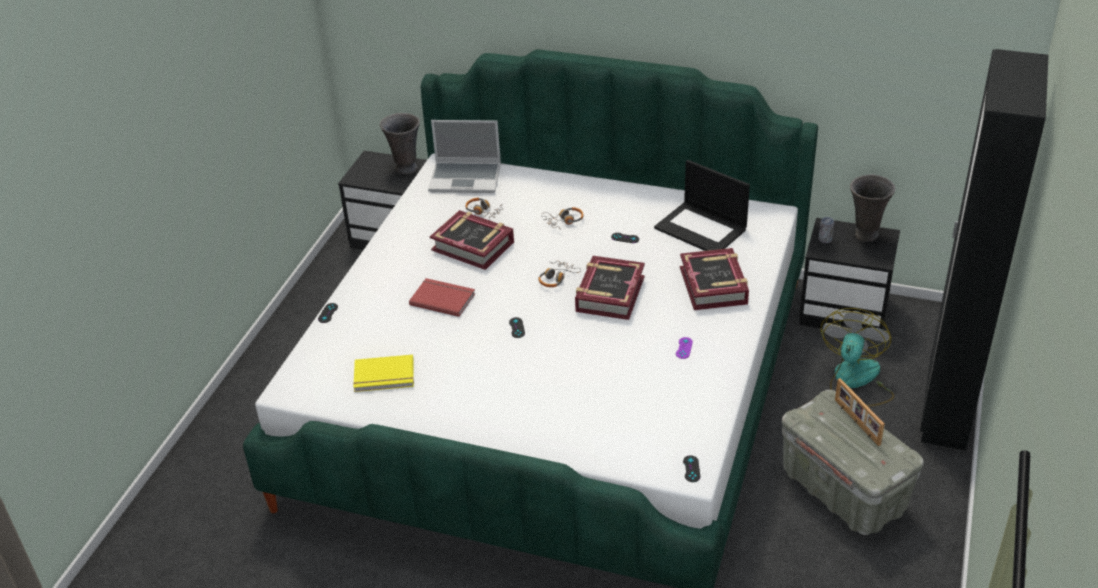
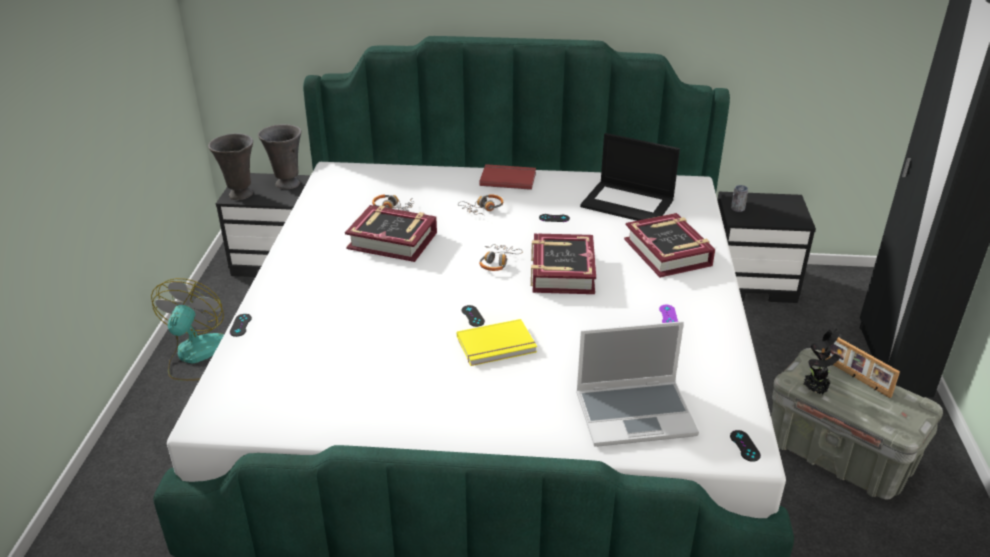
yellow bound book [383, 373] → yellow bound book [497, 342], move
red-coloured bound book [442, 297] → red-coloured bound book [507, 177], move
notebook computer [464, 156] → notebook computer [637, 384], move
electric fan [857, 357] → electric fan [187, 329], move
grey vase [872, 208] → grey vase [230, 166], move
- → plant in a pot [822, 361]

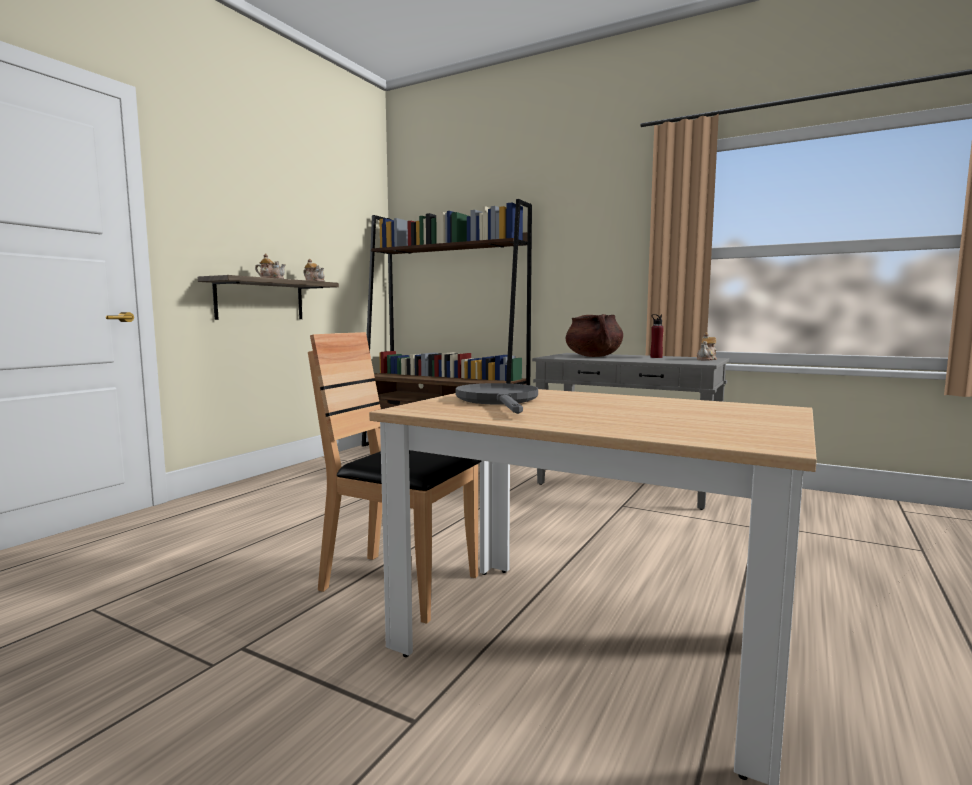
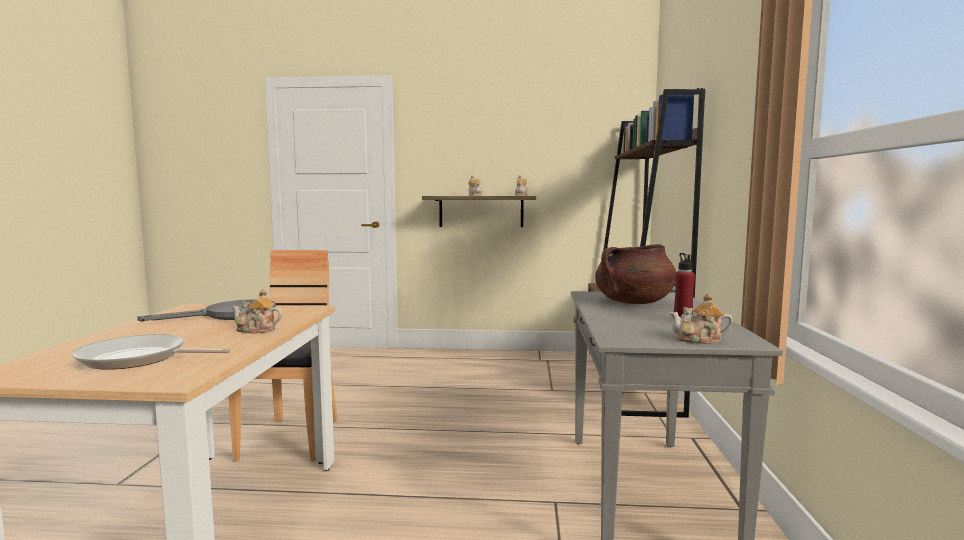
- → frying pan [151, 352]
- → tea pot [257, 311]

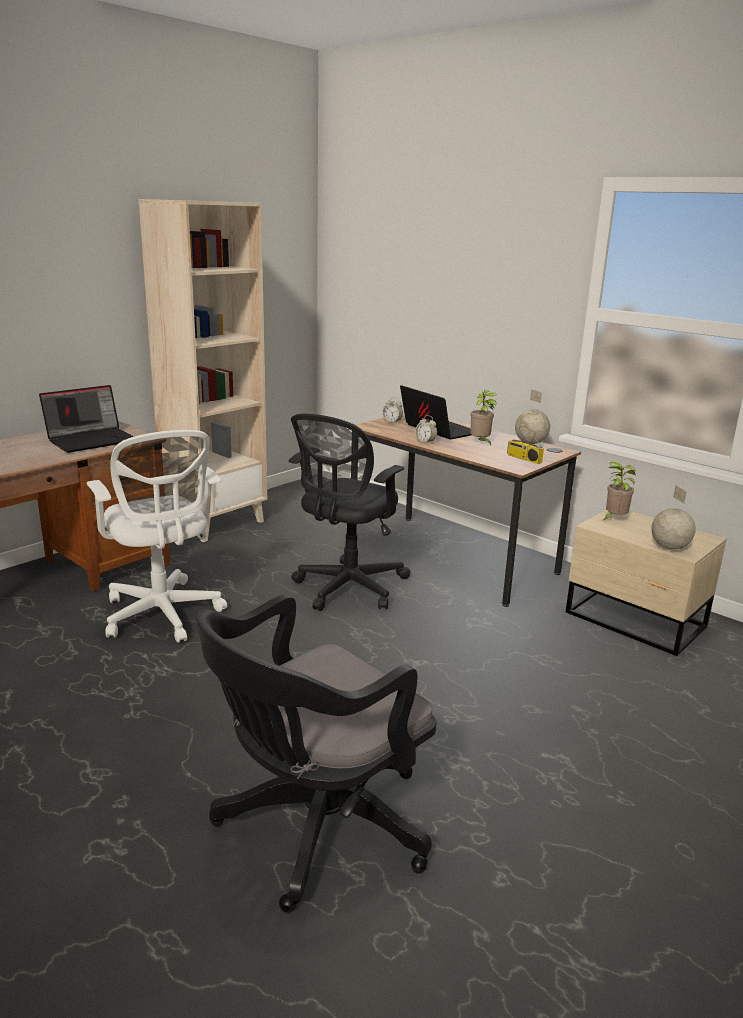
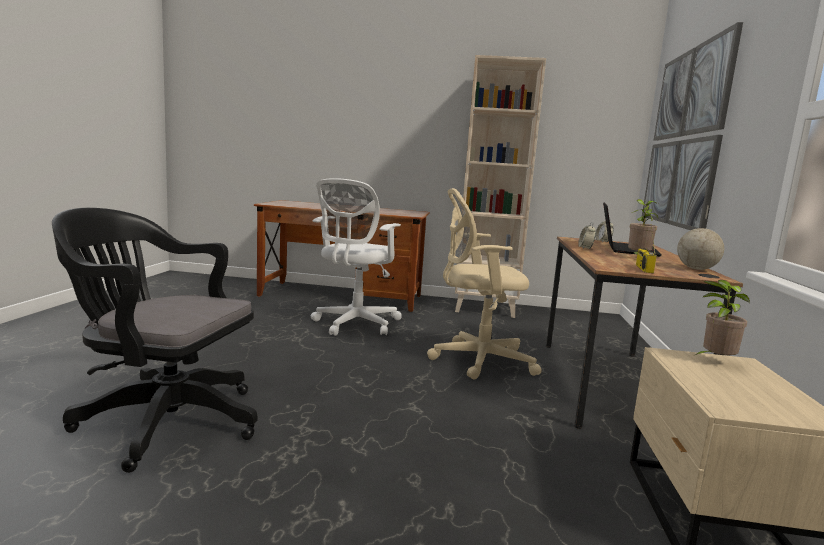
notebook computer [86, 419] → -
black-coloured office chair [349, 512] → beige office chair [484, 284]
globe [673, 517] → -
- → wall art [692, 126]

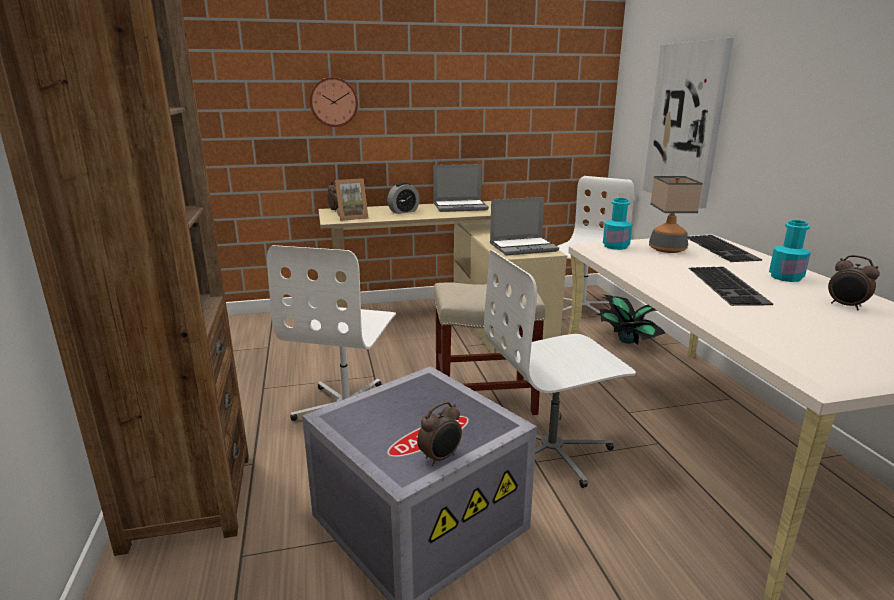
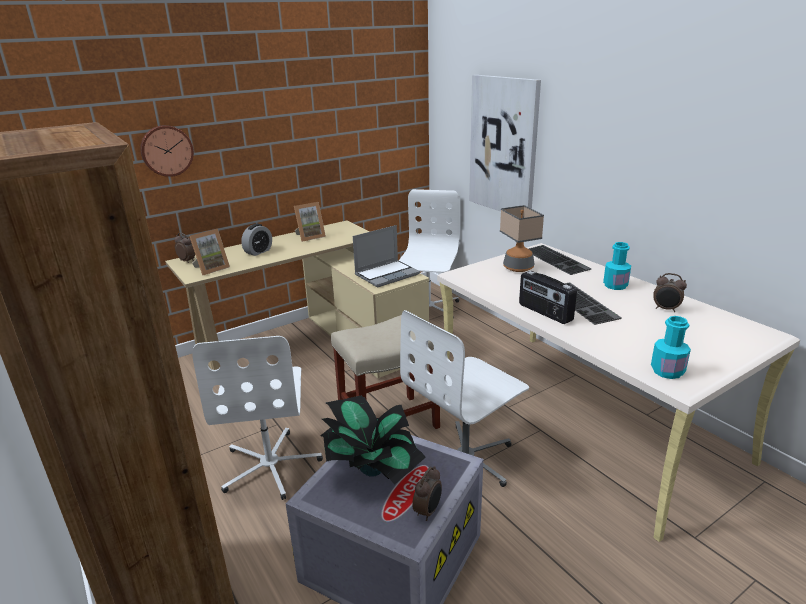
notebook computer [461, 188] → standing frame [310, 222]
plant in a pot [630, 319] → plant in a pot [373, 440], move
turquoise-coloured beverage bottle [617, 224] → turquoise-coloured beverage bottle [671, 347], move
- → radio [548, 297]

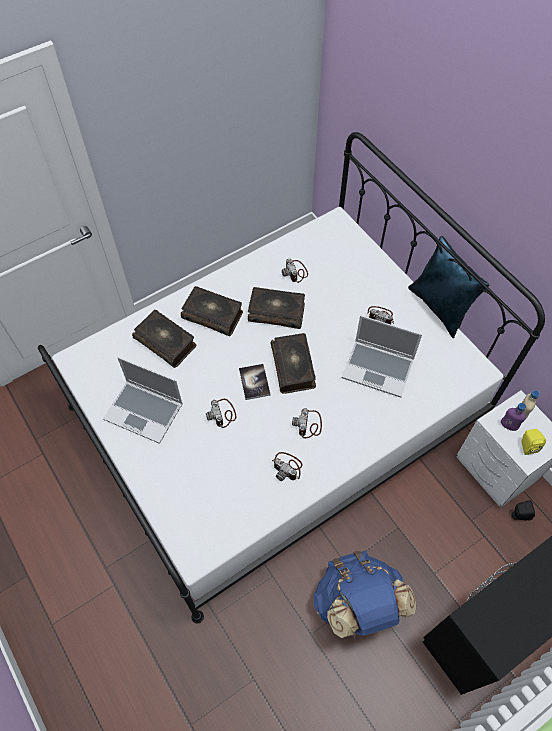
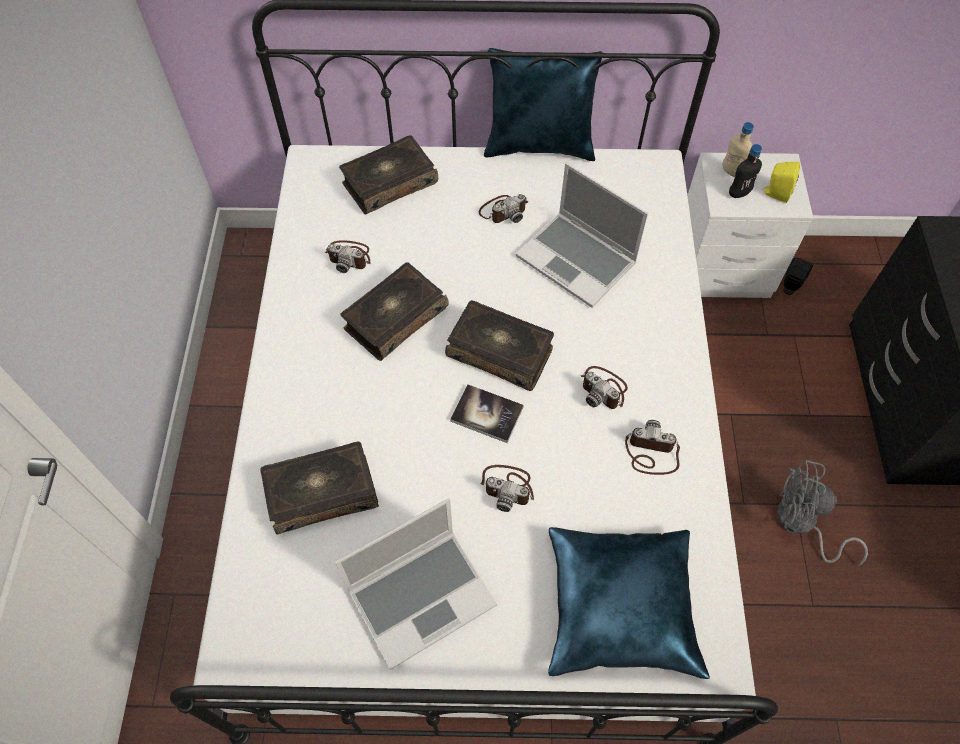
bound book [212, 311] → bound book [388, 174], move
still camera [287, 466] → still camera [652, 447], 150 degrees counterclockwise
blue rucksack [365, 594] → grey electric fan [822, 512]
notebook computer [382, 356] → notebook computer [582, 235], 75 degrees clockwise
purple beverage bottle [513, 417] → black-coloured beverage bottle [745, 171]
- → blue throw pillow [629, 603]

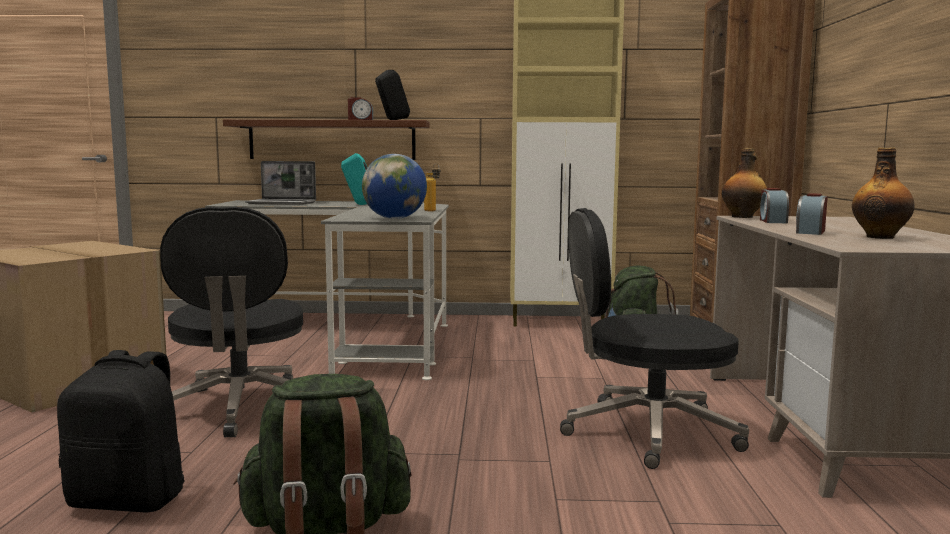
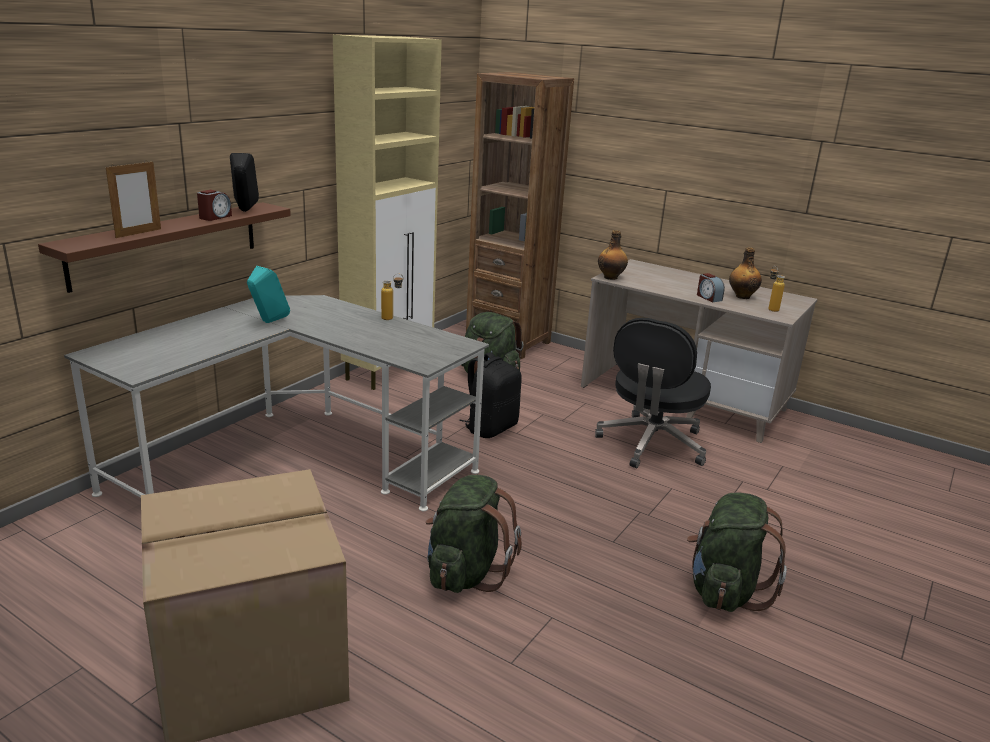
black-coloured rucksack [121, 431] → black-coloured rucksack [490, 395], move
black-coloured office chair [231, 322] → greenish rucksack [474, 534]
notebook computer [280, 183] → -
globe [394, 186] → -
alarm clock [774, 205] → -
- → standing frame [133, 199]
- → beverage bottle [776, 289]

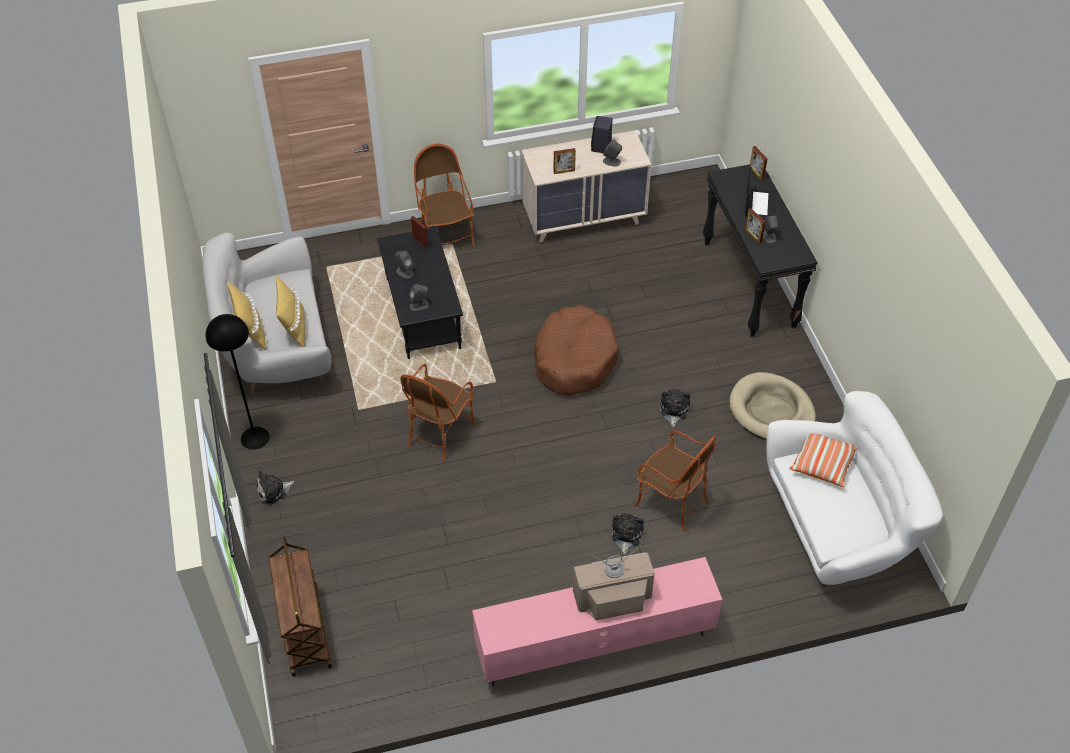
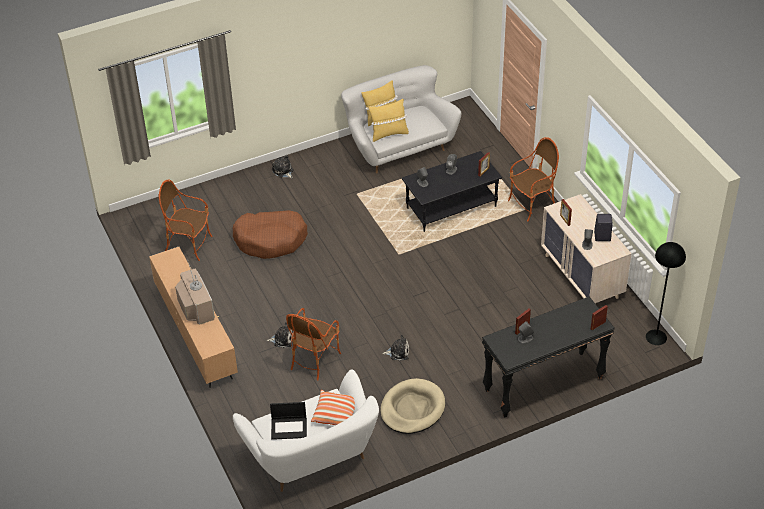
black-coloured floor lamp [237, 382] → black-coloured floor lamp [666, 293], move
brownish cart [300, 606] → -
easy chair [438, 412] → easy chair [185, 220], move
pink tv unit [597, 621] → brownish tv unit [193, 317]
brownish pet bed [576, 350] → brownish pet bed [270, 234], move
notebook computer [761, 193] → notebook computer [288, 421], move

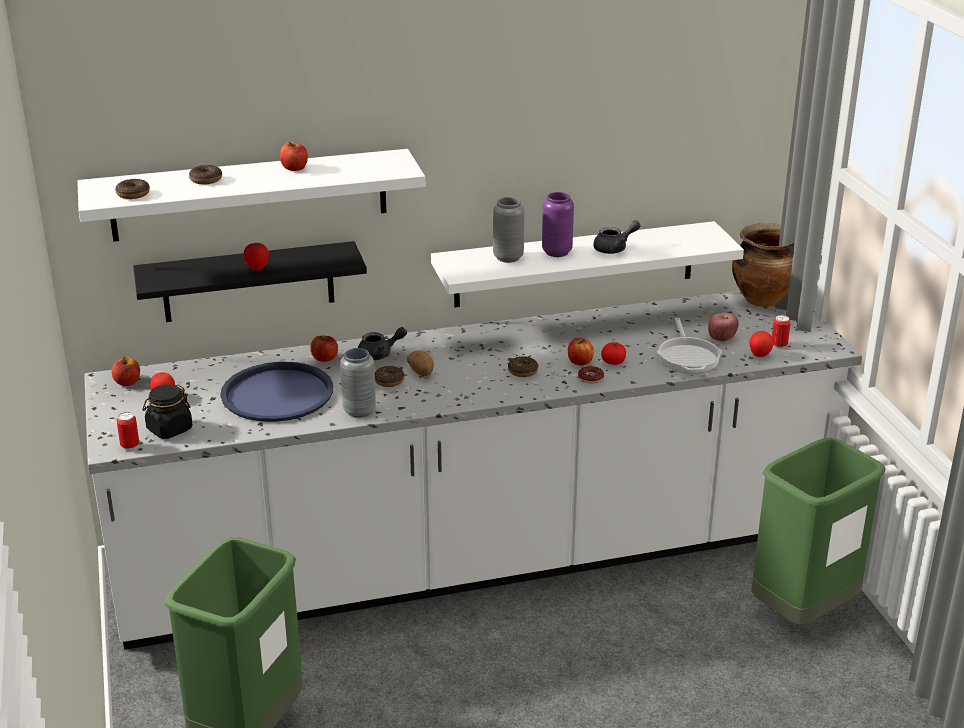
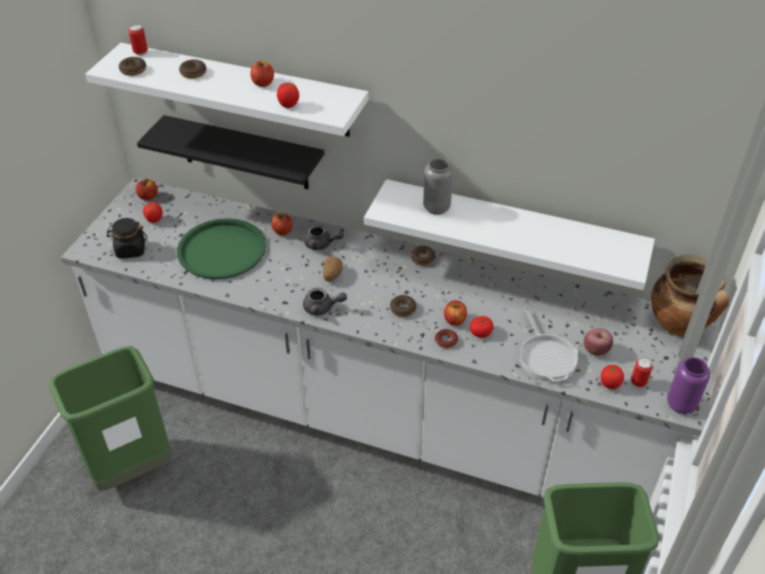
metal can [128, 431] → metal can [138, 40], move
blue carrying tray [276, 392] → greenish carrying tray [221, 248]
whole tomato [256, 257] → whole tomato [288, 95], move
grey vase [358, 383] → -
donut [390, 376] → donut [422, 256], move
purple vase [558, 224] → purple vase [688, 385], move
grey tea pot [617, 237] → grey tea pot [325, 302], move
frying pan [689, 346] → frying pan [548, 344], 45 degrees counterclockwise

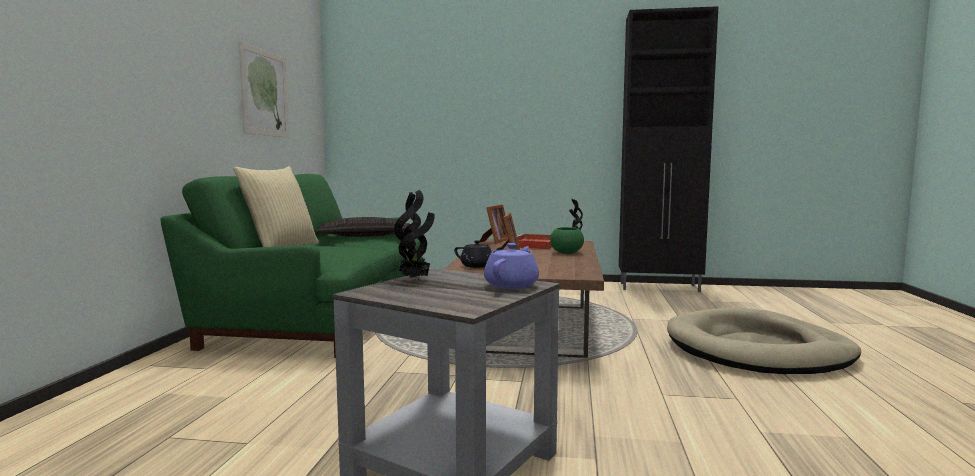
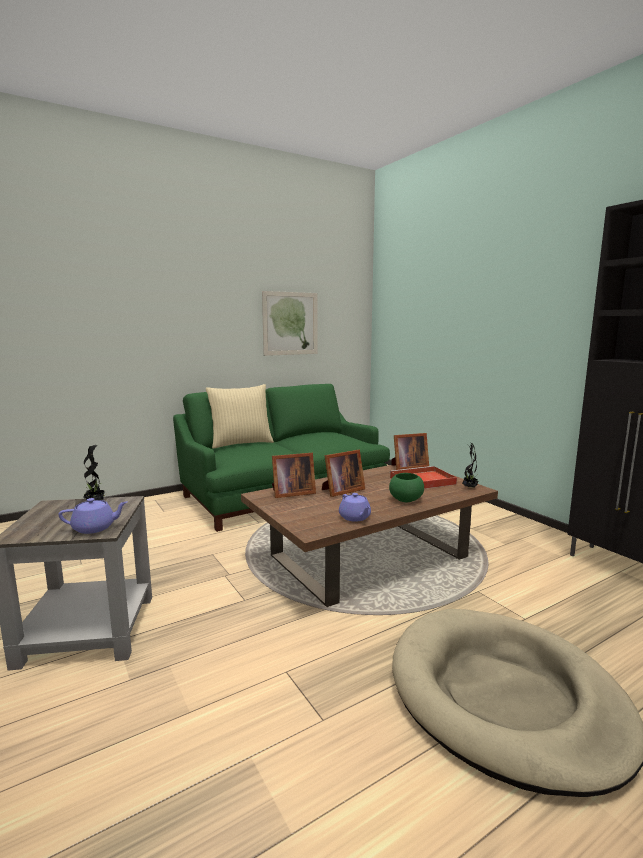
throw pillow [362, 227] → -
black-coloured tea pot [479, 254] → standing frame [294, 475]
- → purple tea pot [355, 507]

